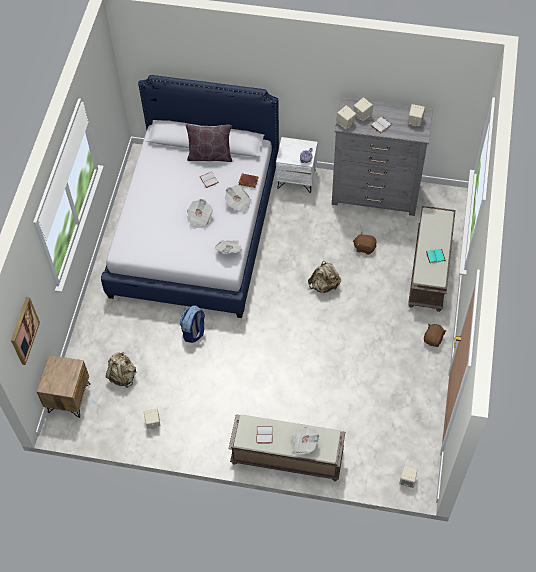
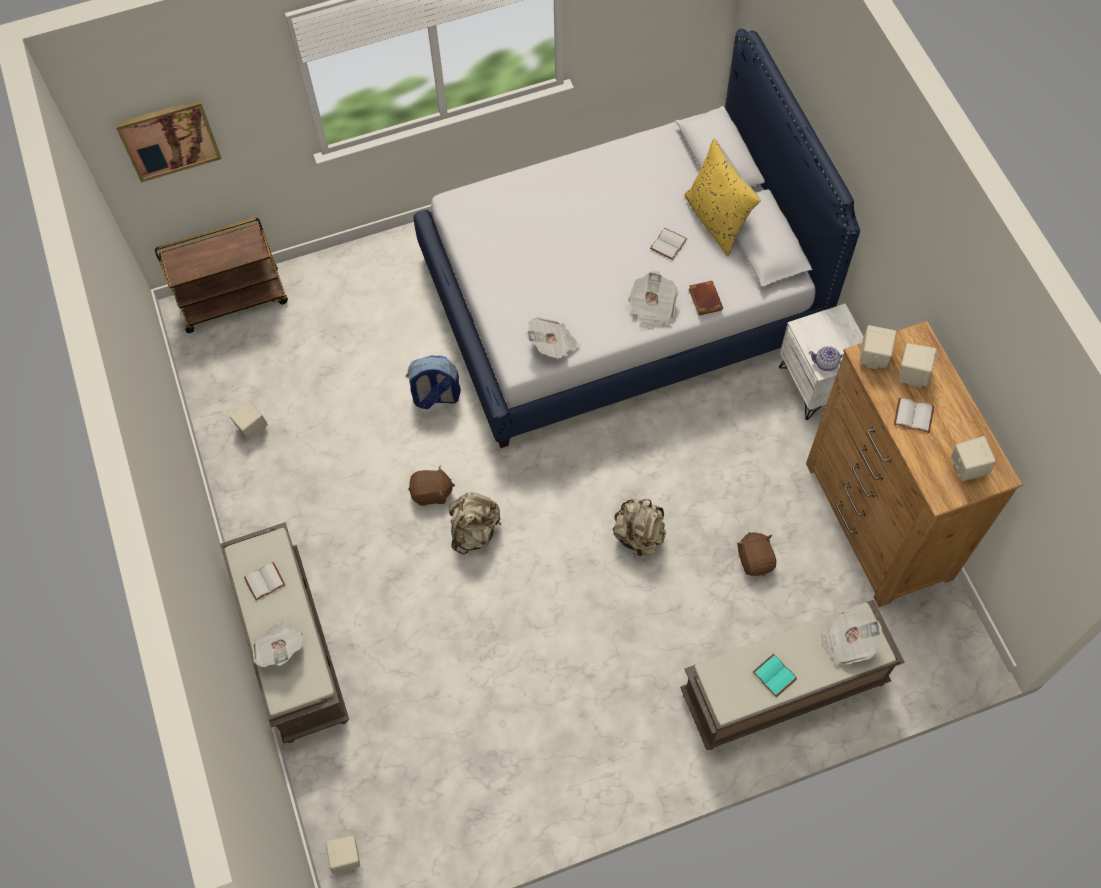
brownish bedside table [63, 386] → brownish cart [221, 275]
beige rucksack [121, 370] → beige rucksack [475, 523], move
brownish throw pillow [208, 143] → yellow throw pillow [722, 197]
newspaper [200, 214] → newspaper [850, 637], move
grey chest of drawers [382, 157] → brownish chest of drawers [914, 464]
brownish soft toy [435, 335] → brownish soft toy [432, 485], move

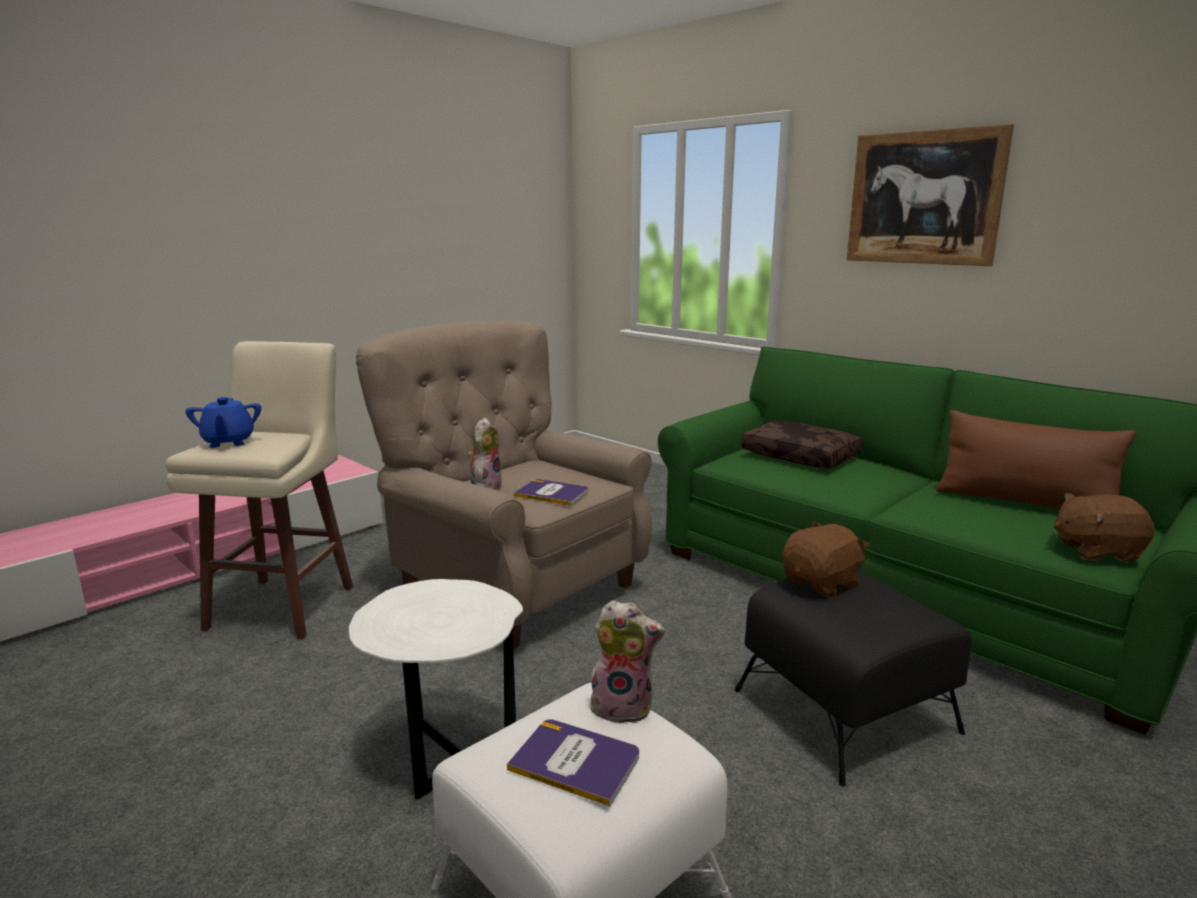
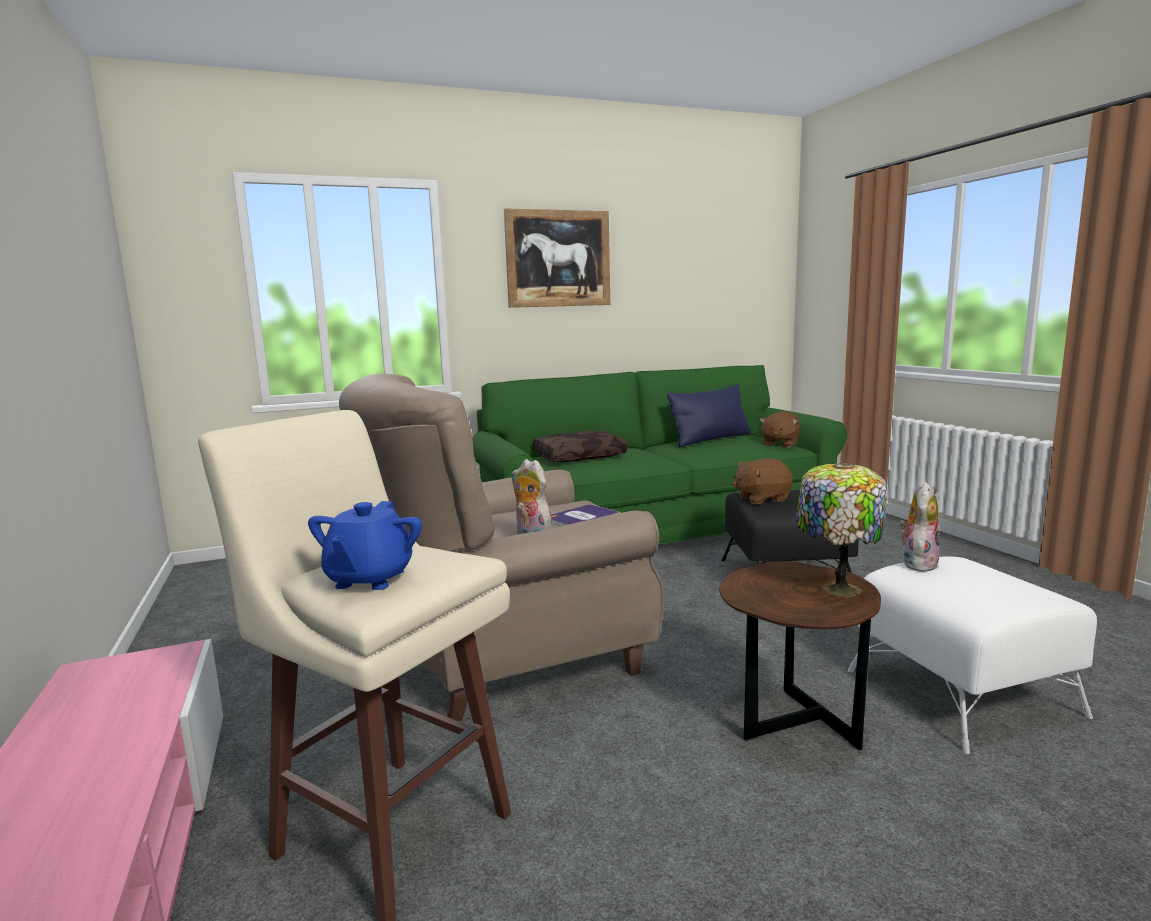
blue tea pot [223, 422] → blue tea pot [365, 545], 90 degrees clockwise
whitish side table [436, 689] → brownish side table [800, 655]
bound book [573, 762] → -
brownish soft toy [826, 559] → brownish soft toy [762, 481], 90 degrees counterclockwise
brownish throw pillow [1036, 459] → blue throw pillow [709, 415]
- → tabletop lamp [841, 529]

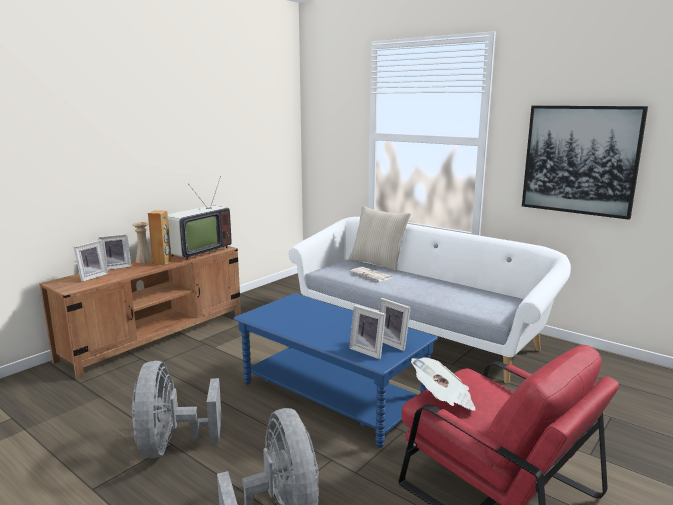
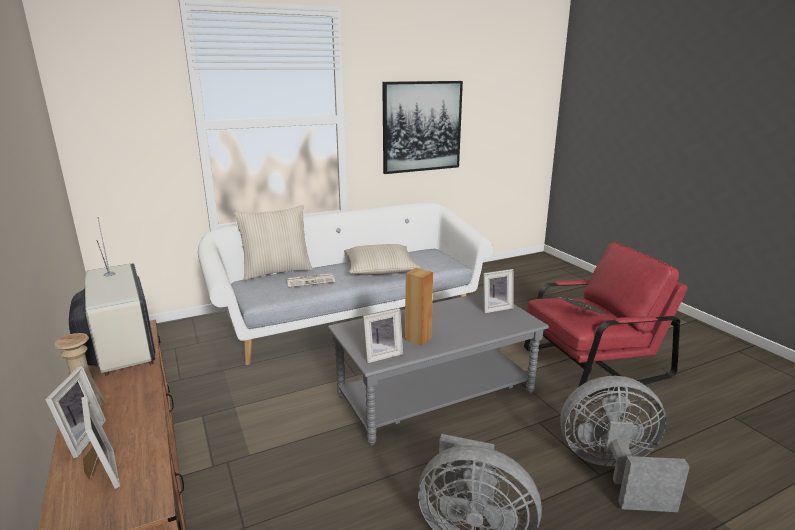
brownish loudspeaker [160, 237] → brownish loudspeaker [419, 307], move
blue lounge table [335, 370] → grey lounge table [438, 368]
standing frame [367, 332] → standing frame [383, 335], move
- → beige throw pillow [382, 259]

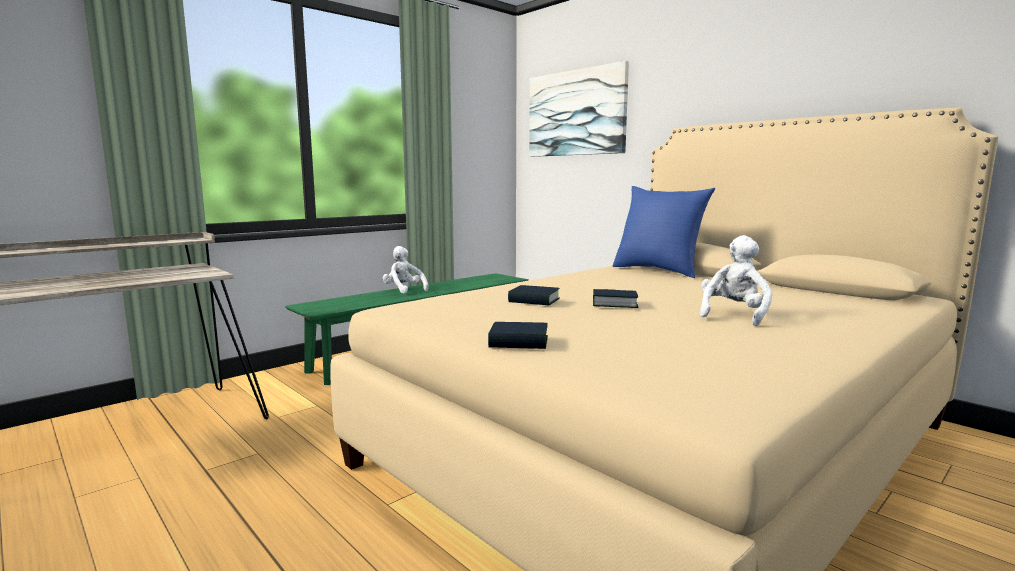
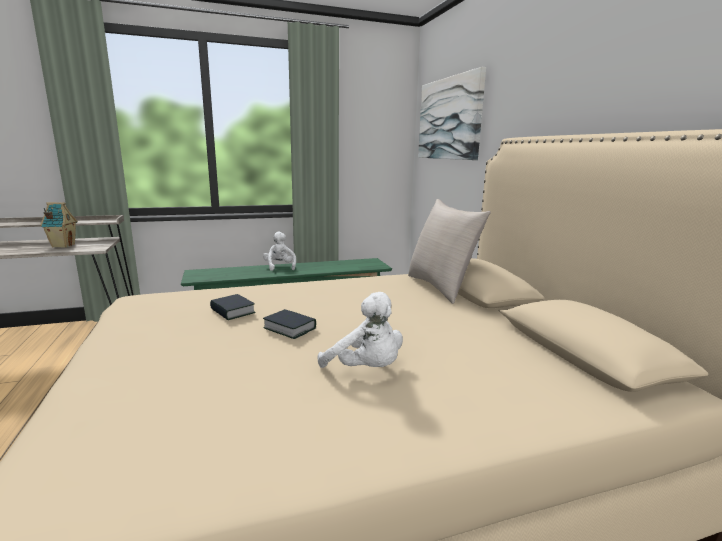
bound book [518, 335] → -
blue throw pillow [664, 232] → beige throw pillow [449, 251]
whitish soft toy [736, 280] → whitish soft toy [360, 330], 75 degrees clockwise
- → miniature house [59, 225]

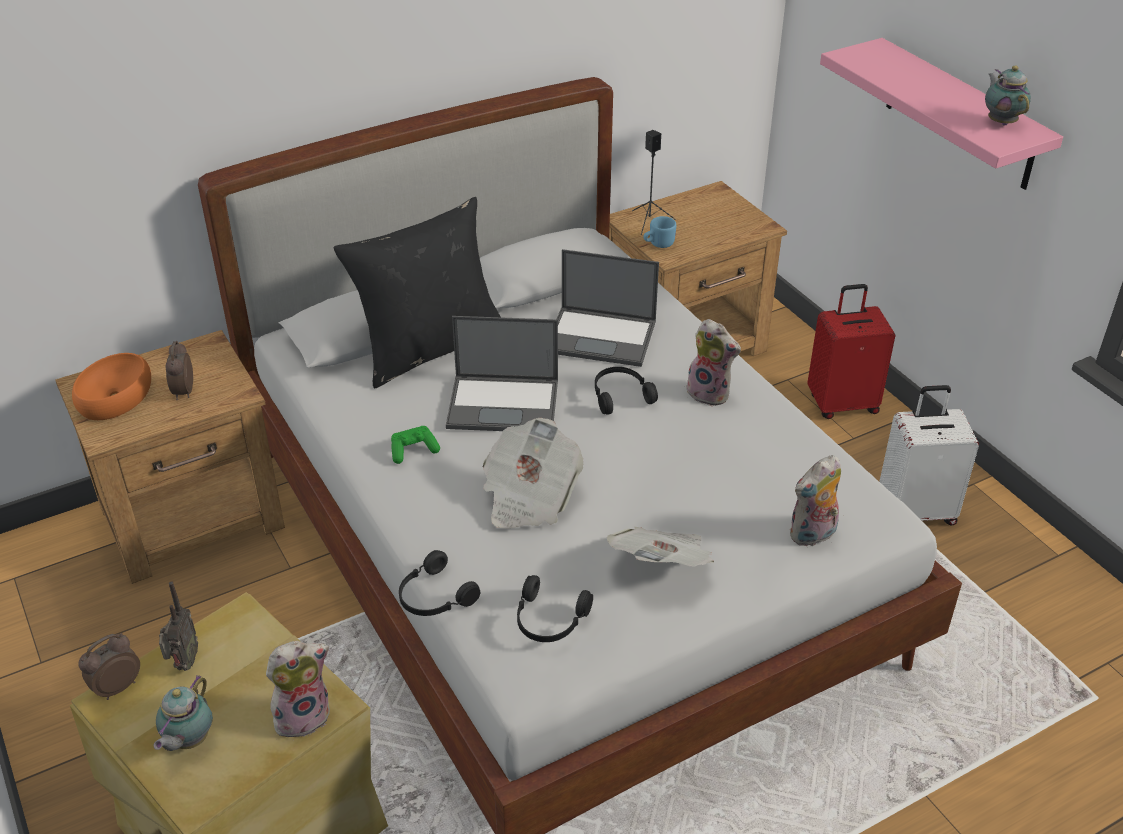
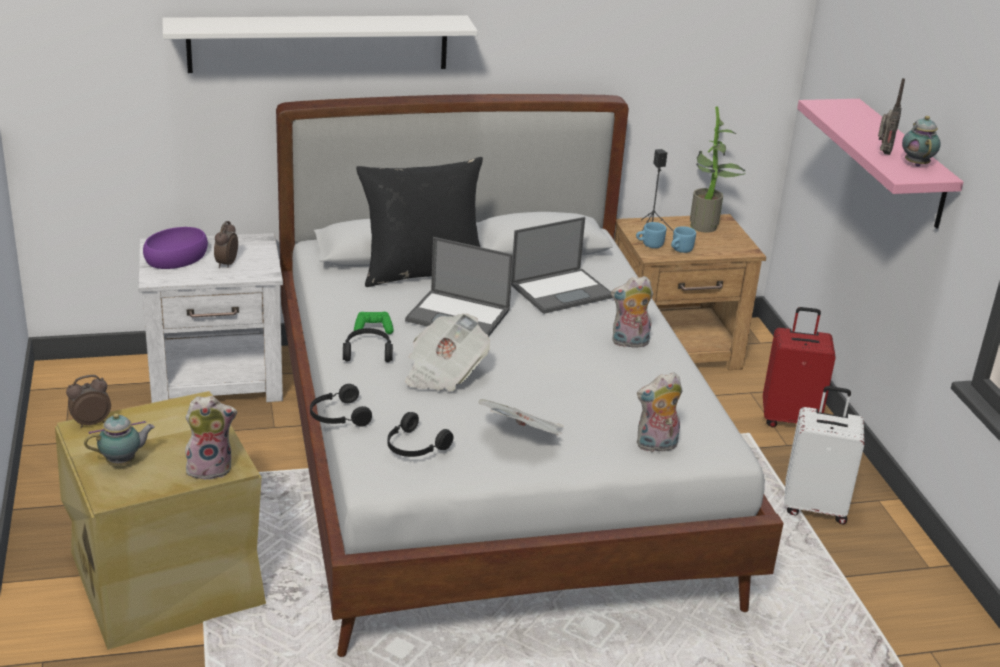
brownish bedside table [170, 457] → whitish bedside table [210, 318]
orangey bowl [111, 386] → purple bowl [175, 248]
tea pot [183, 713] → tea pot [119, 439], 150 degrees counterclockwise
radio [178, 626] → radio [891, 116], move
notebook computer [608, 308] → notebook computer [561, 265], 60 degrees counterclockwise
black-coloured pair of headphones [626, 390] → black-coloured pair of headphones [368, 345], move
soft toy [712, 363] → soft toy [632, 312], 120 degrees clockwise
- → whitish wall shelf [320, 44]
- → blue coffee mug [683, 239]
- → plant in a pot [718, 169]

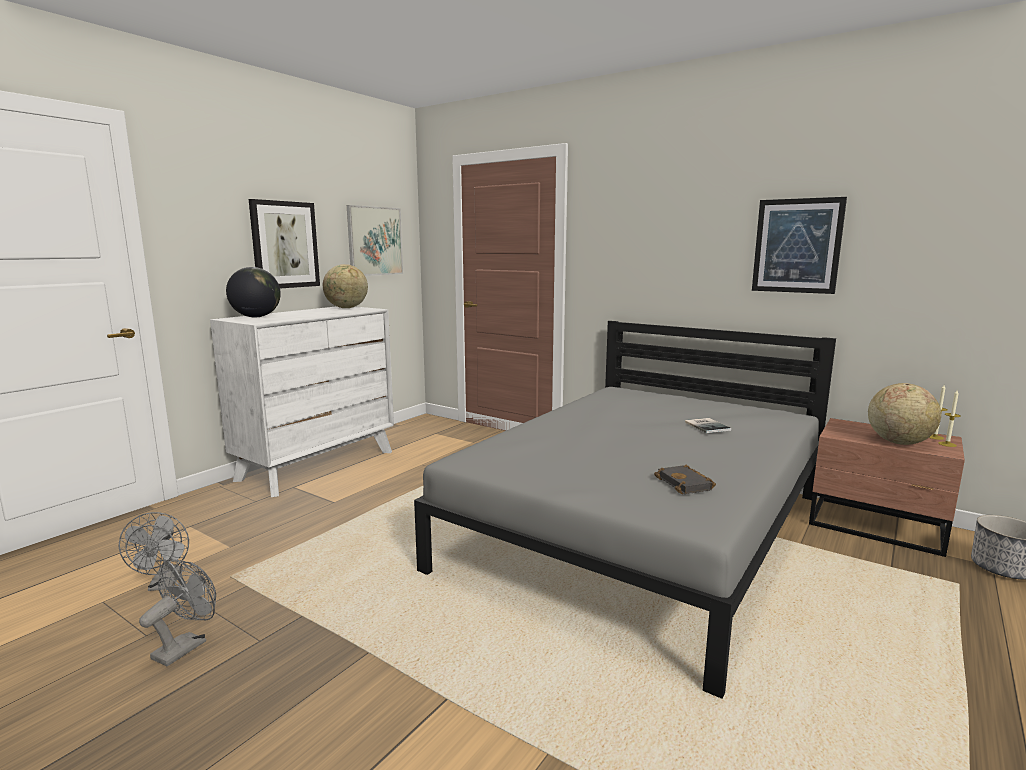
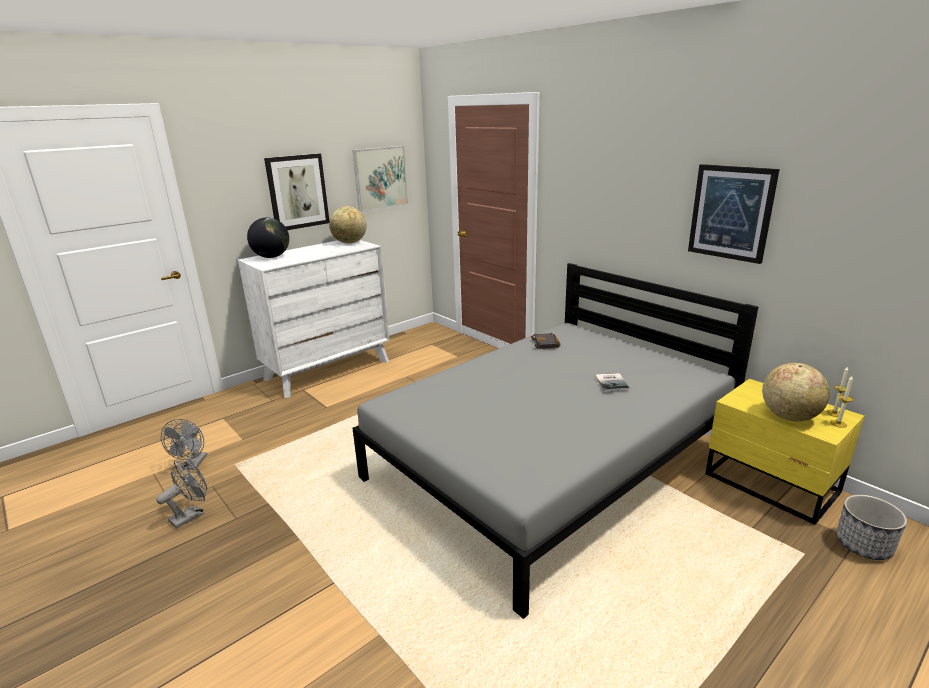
black-coloured bound book [685, 479] → black-coloured bound book [545, 341], move
brownish bedside table [887, 487] → yellow bedside table [784, 452]

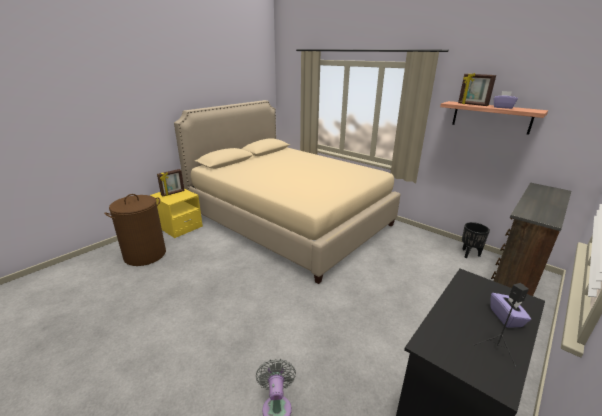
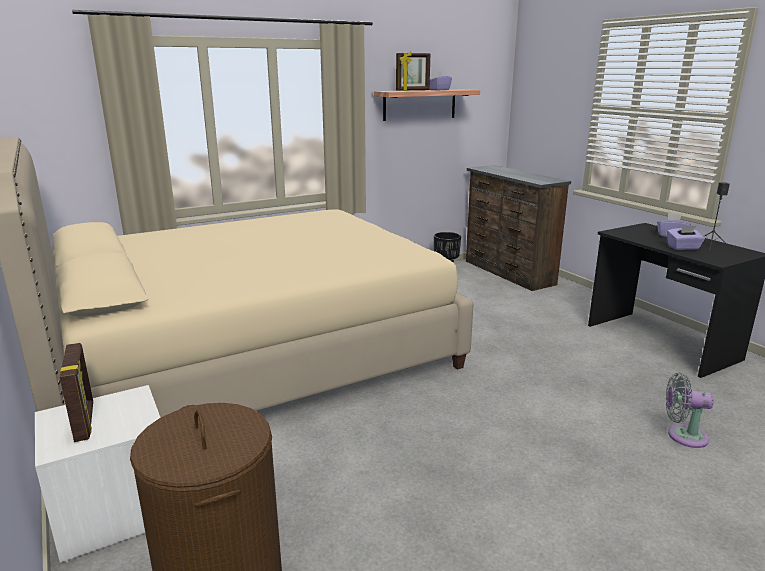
yellow bedside table [176, 213] → whitish bedside table [98, 474]
- → purple tissue box [686, 238]

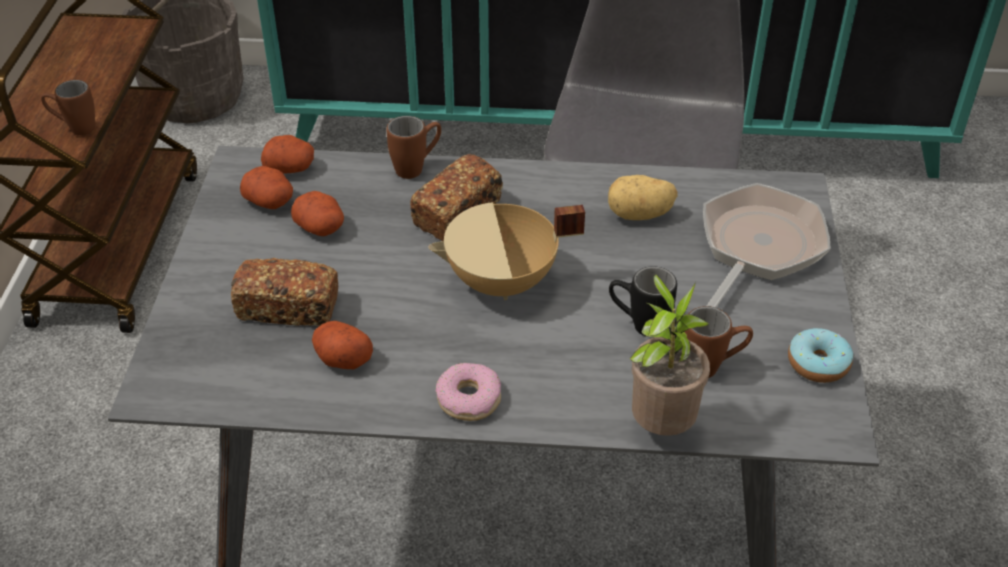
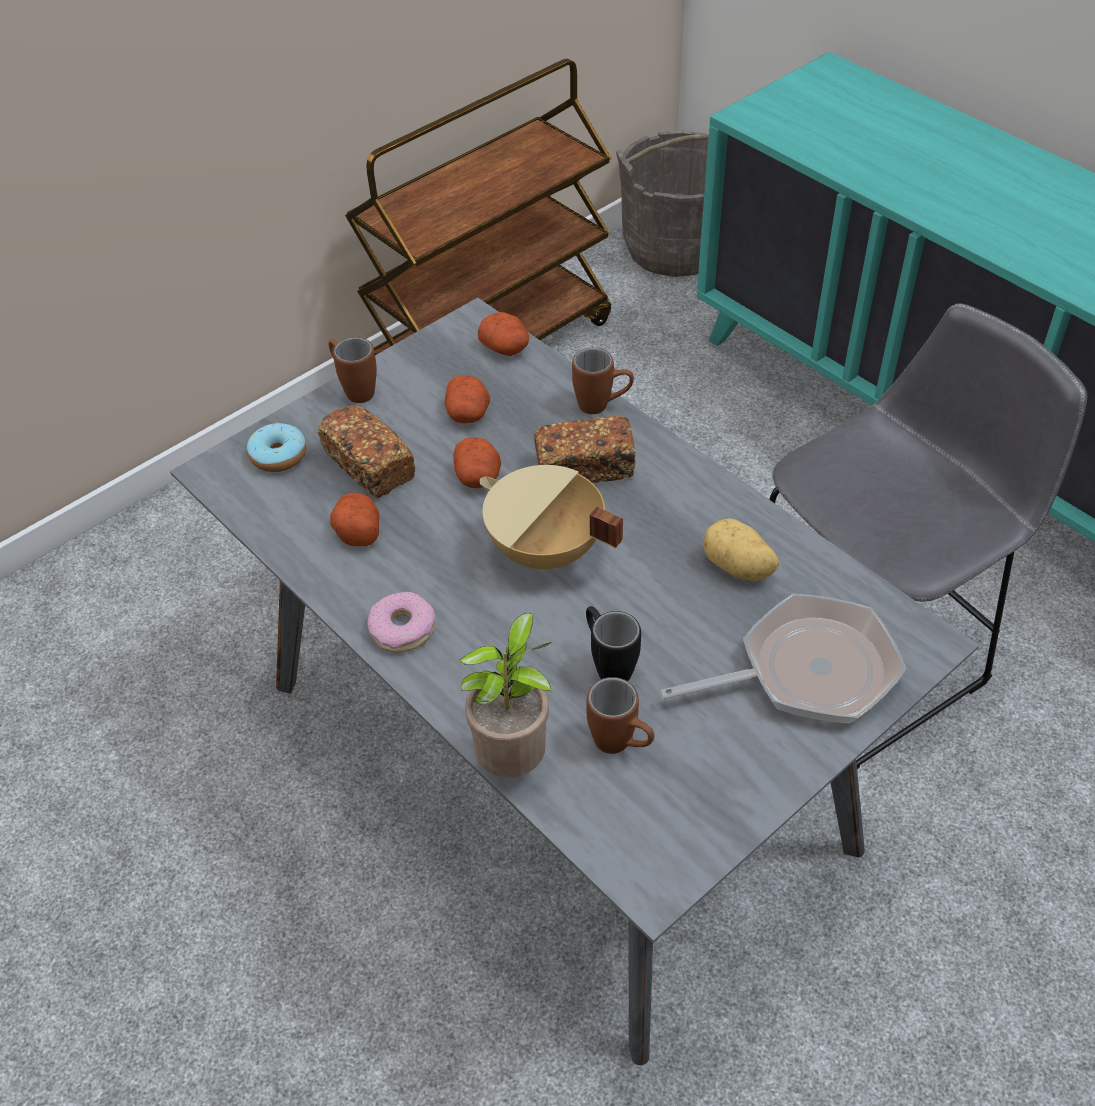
brownish coffee mug [68, 108] → brownish coffee mug [353, 370], move
whole potato [266, 187] → whole potato [477, 462], move
donut [820, 355] → donut [276, 447], move

